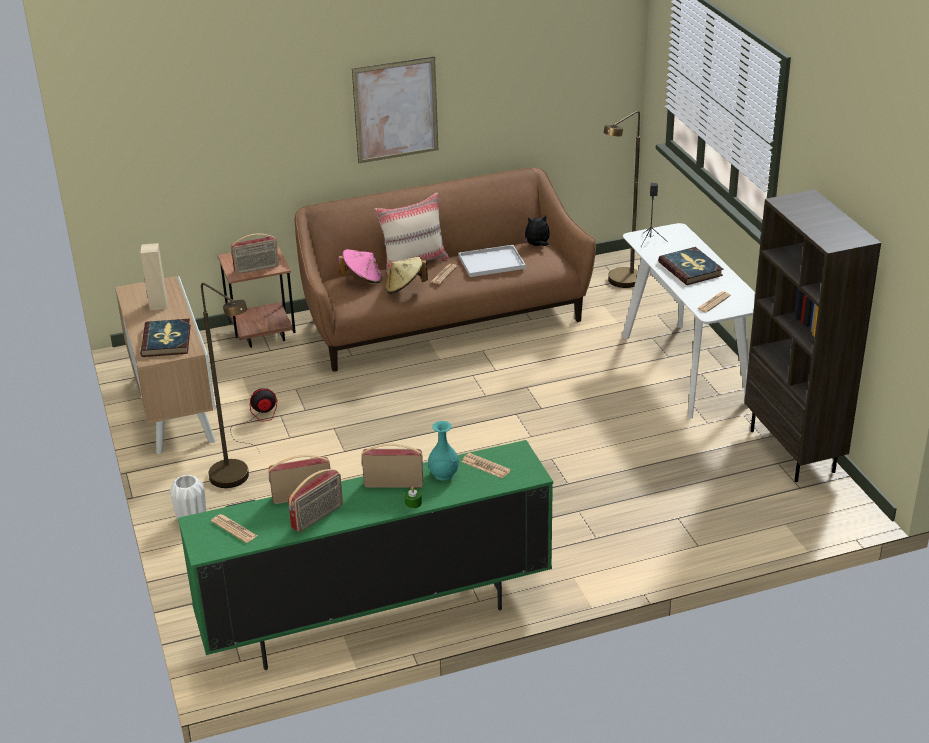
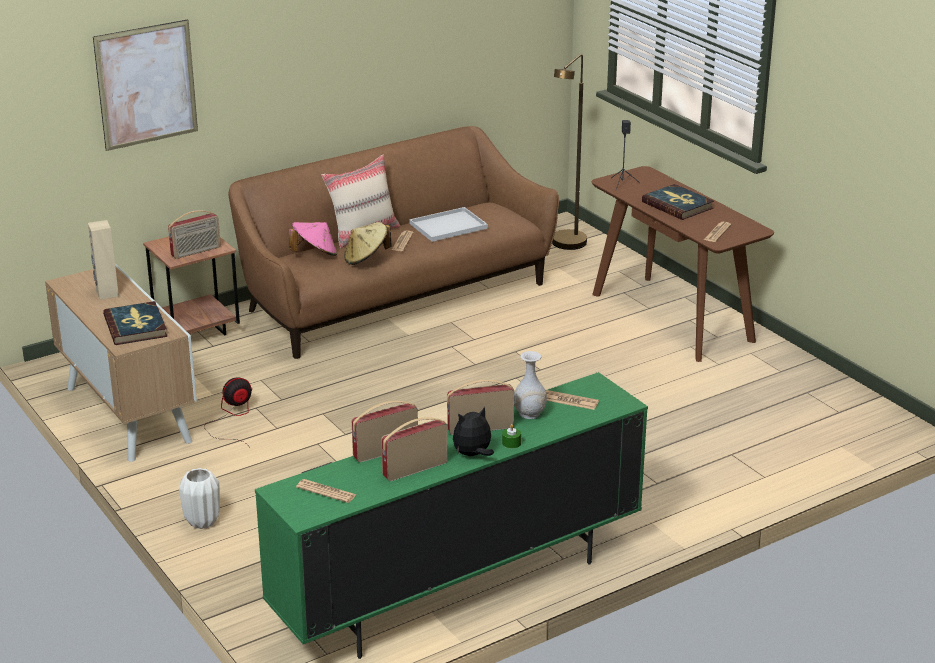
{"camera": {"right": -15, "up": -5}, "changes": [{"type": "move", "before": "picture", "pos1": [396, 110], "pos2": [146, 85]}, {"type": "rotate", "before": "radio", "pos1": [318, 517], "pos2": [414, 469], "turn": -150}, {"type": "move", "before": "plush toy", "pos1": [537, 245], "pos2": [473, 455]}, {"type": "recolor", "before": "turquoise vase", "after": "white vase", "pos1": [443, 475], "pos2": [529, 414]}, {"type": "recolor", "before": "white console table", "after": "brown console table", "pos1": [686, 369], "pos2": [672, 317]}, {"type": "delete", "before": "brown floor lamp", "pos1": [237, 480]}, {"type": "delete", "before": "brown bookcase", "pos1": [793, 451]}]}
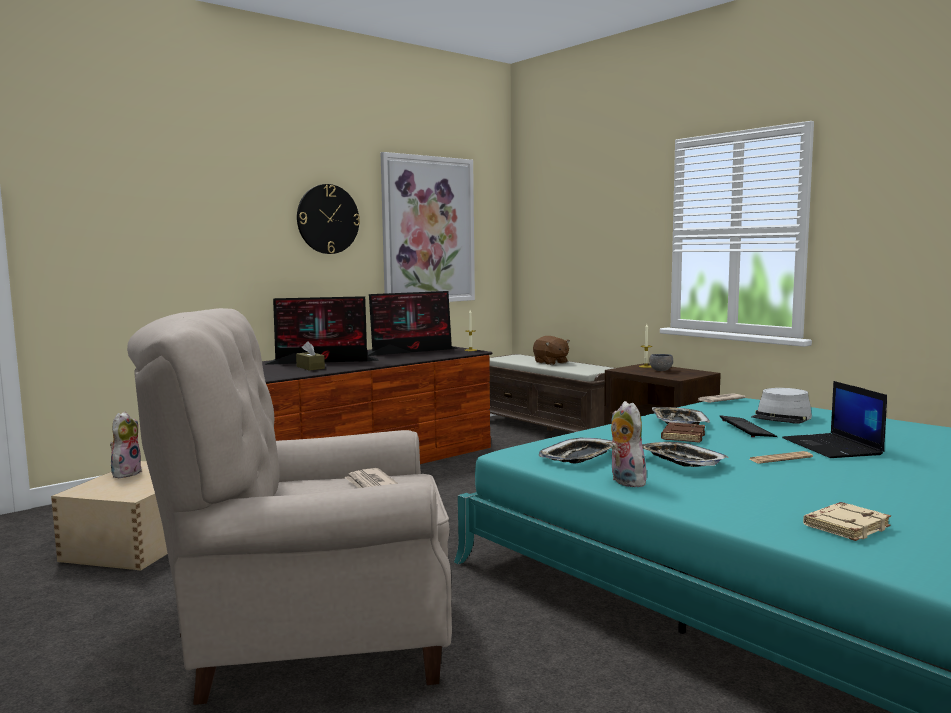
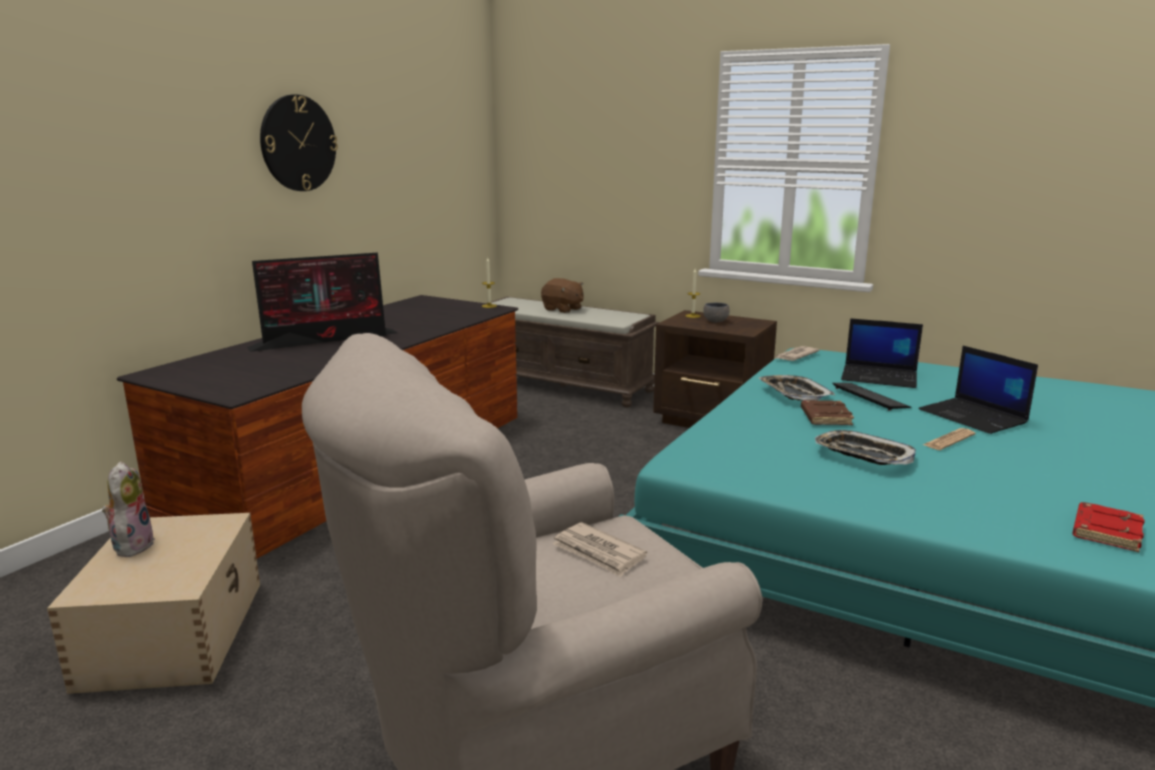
{"camera": {"right": -20, "up": 10}, "changes": [{"type": "replace", "before": "grey hat", "after": "laptop", "pos1": [781, 417], "pos2": [880, 377]}, {"type": "recolor", "before": "beige book", "after": "red book", "pos1": [845, 526], "pos2": [1105, 531]}, {"type": "delete", "before": "brown tissue box", "pos1": [310, 367]}, {"type": "delete", "before": "monitor", "pos1": [412, 351]}, {"type": "delete", "before": "picture", "pos1": [428, 230]}, {"type": "delete", "before": "tray", "pos1": [579, 457]}, {"type": "delete", "before": "plush toy", "pos1": [624, 481]}]}
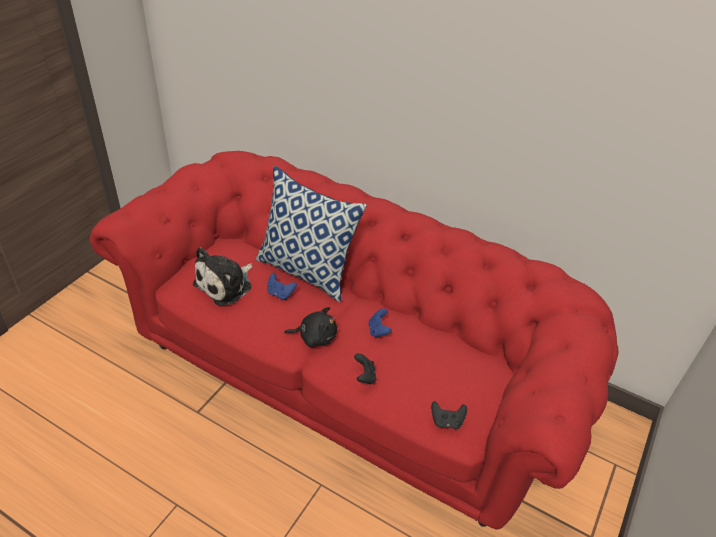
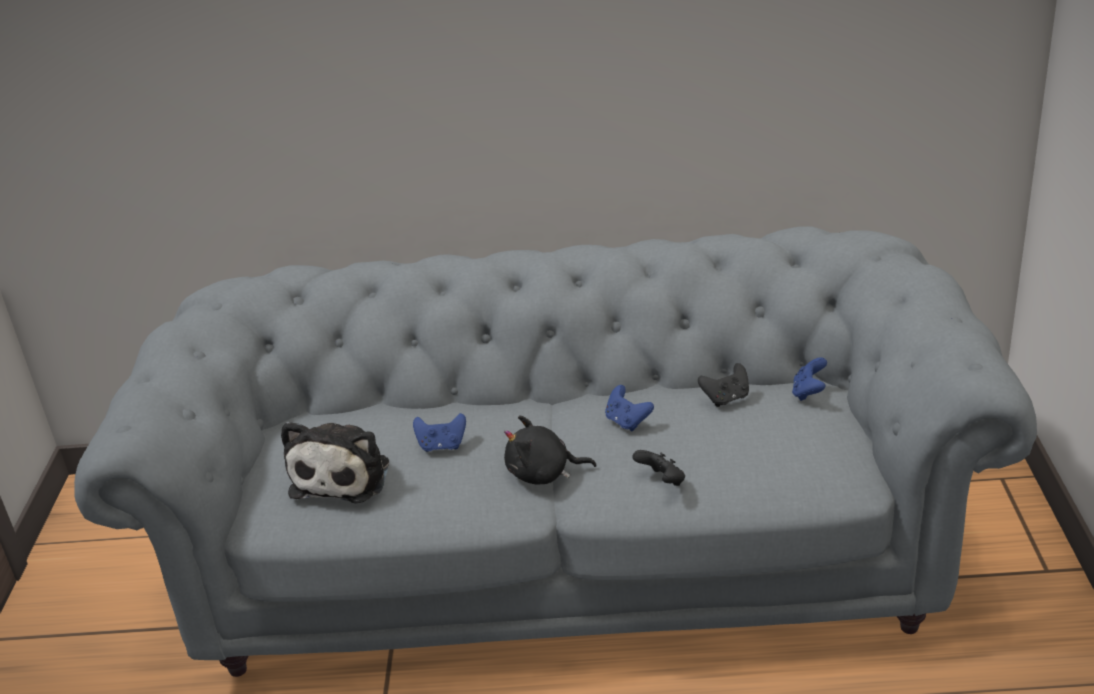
{"camera": {"right": -25, "up": -10}, "changes": [{"type": "recolor", "before": "red sofa", "after": "grey sofa", "pos1": [349, 372], "pos2": [567, 554]}, {"type": "rotate", "before": "black plush toy", "pos1": [315, 337], "pos2": [543, 474], "turn": -150}, {"type": "move", "before": "black game controller", "pos1": [447, 421], "pos2": [726, 398]}, {"type": "insert", "after": "blue game controller", "pos2": [809, 392]}, {"type": "delete", "before": "pillow", "pos1": [307, 271]}]}
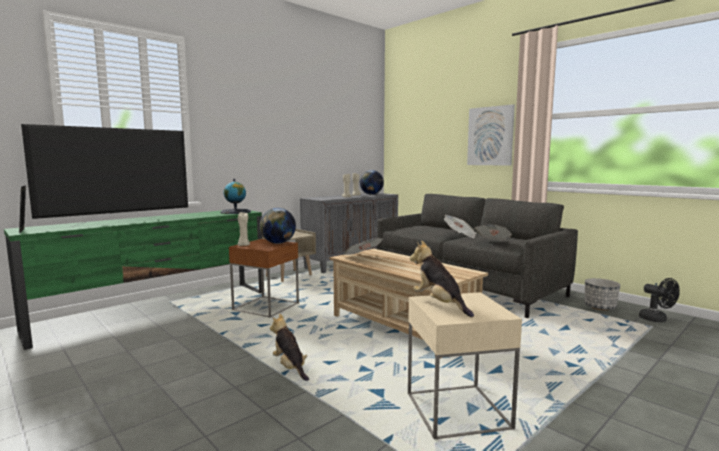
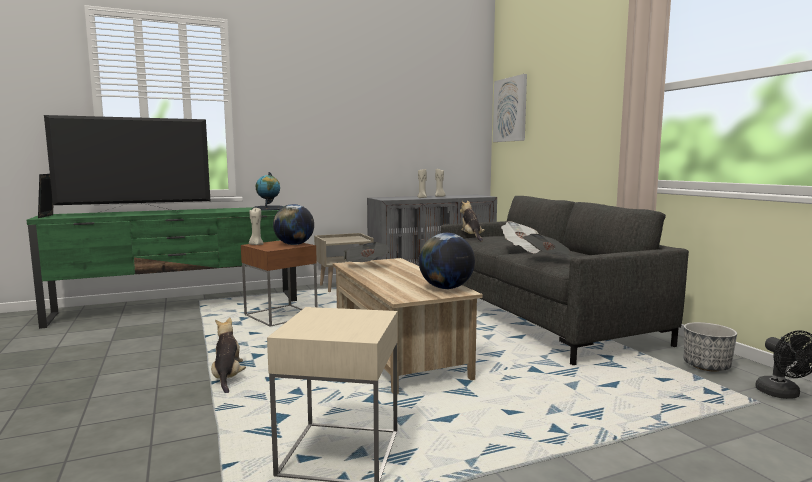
{"camera": {"right": 20, "up": 0}, "changes": [{"type": "move", "before": "globe", "pos1": [371, 194], "pos2": [446, 288]}, {"type": "move", "before": "plush toy", "pos1": [439, 304], "pos2": [471, 237]}, {"type": "move", "before": "picture", "pos1": [490, 136], "pos2": [510, 109]}]}
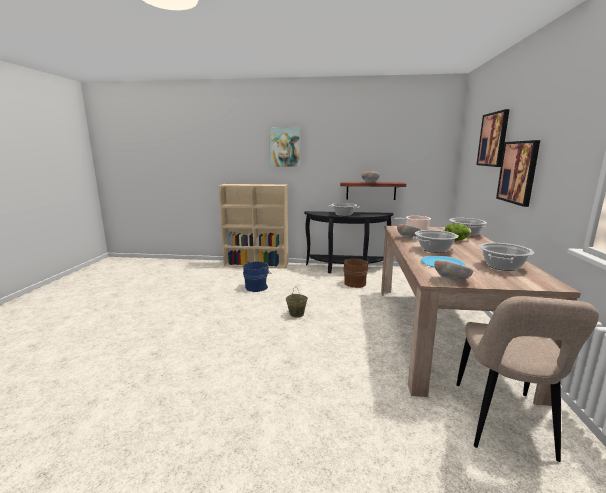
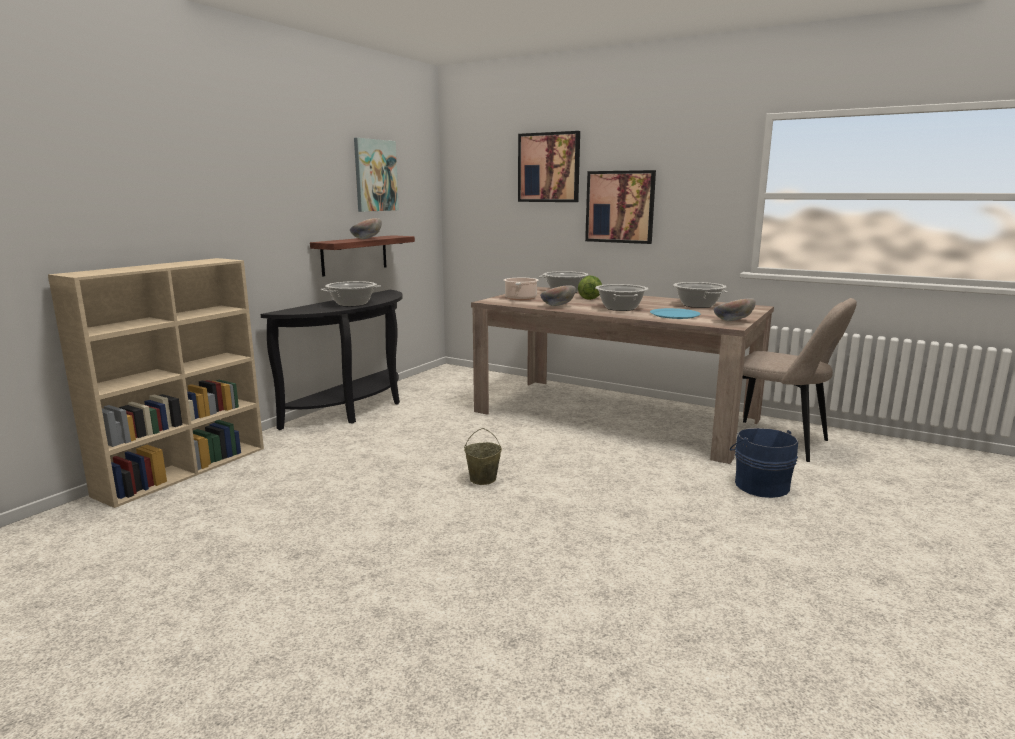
{"camera": {"right": -65, "up": 0}, "changes": [{"type": "move", "before": "picture", "pos1": [284, 147], "pos2": [375, 175]}, {"type": "move", "before": "blue bucket", "pos1": [257, 287], "pos2": [760, 485]}, {"type": "delete", "before": "brown bucket", "pos1": [355, 283]}]}
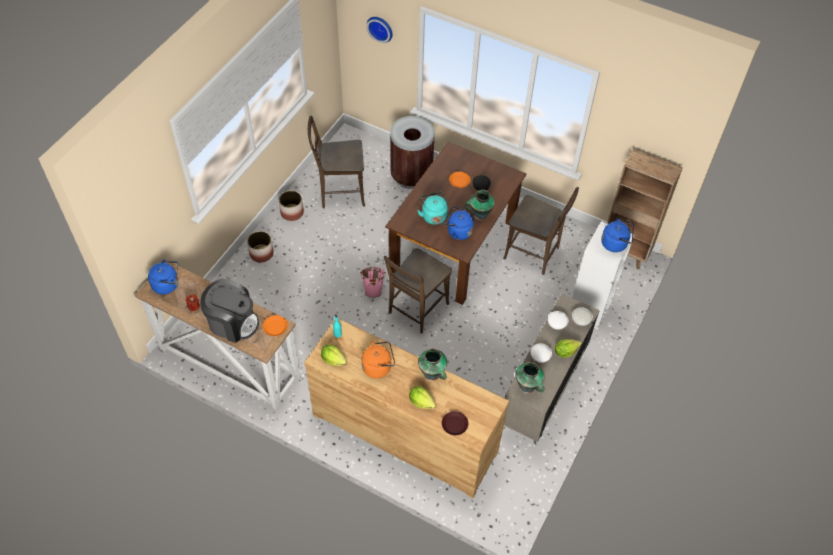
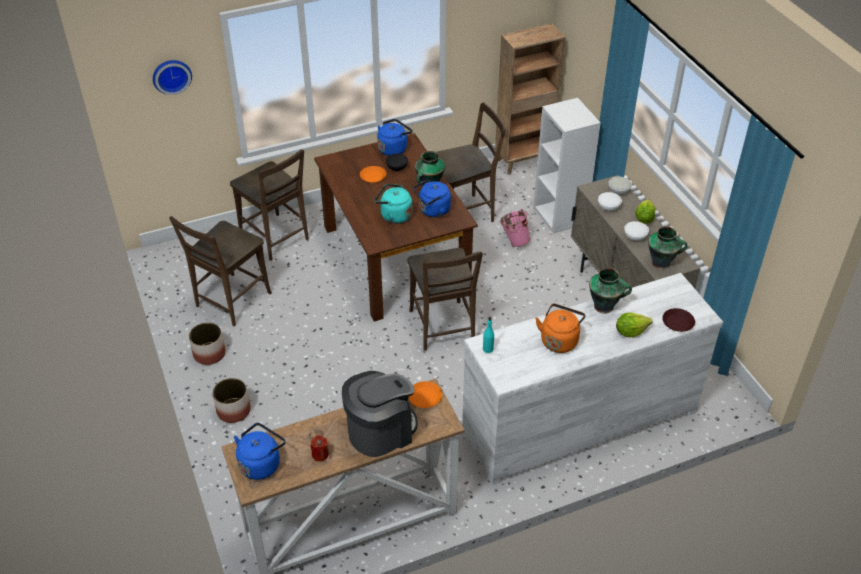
{"camera": {"right": -50, "up": -10}, "changes": [{"type": "replace", "before": "brown trash can", "after": "brown chair", "pos1": [411, 176], "pos2": [276, 239]}, {"type": "move", "before": "blue kettle", "pos1": [615, 243], "pos2": [393, 148]}, {"type": "recolor", "before": "brown dresser", "after": "white dresser", "pos1": [404, 432], "pos2": [578, 420]}, {"type": "move", "before": "pink bucket", "pos1": [373, 289], "pos2": [514, 241]}, {"type": "delete", "before": "lettuce", "pos1": [333, 359]}]}
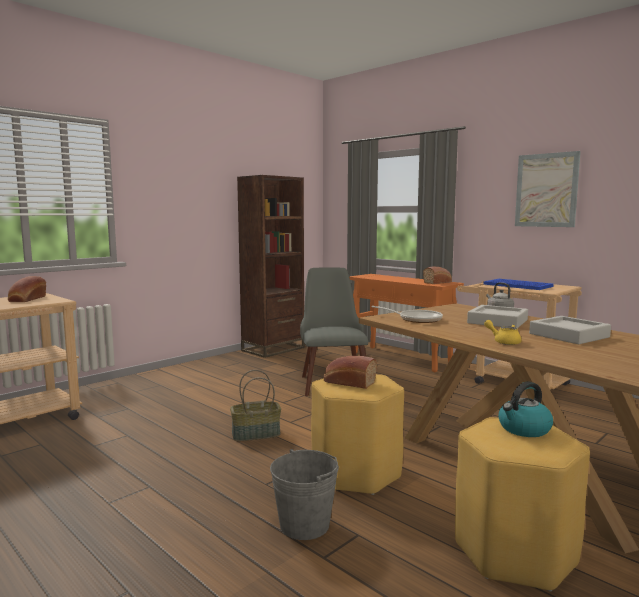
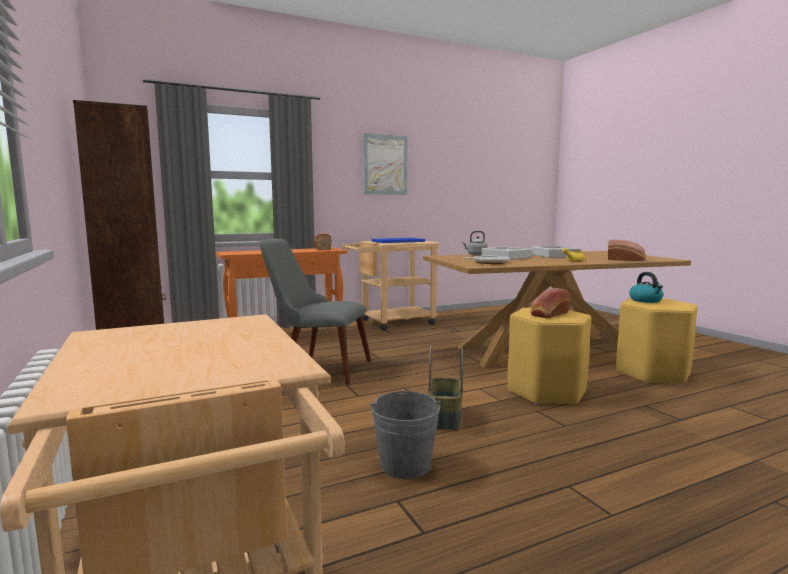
{"camera": {"right": -70, "up": 0}, "changes": [{"type": "move", "before": "grey bucket", "pos1": [304, 525], "pos2": [405, 465]}, {"type": "move", "before": "bread", "pos1": [26, 299], "pos2": [626, 260]}]}
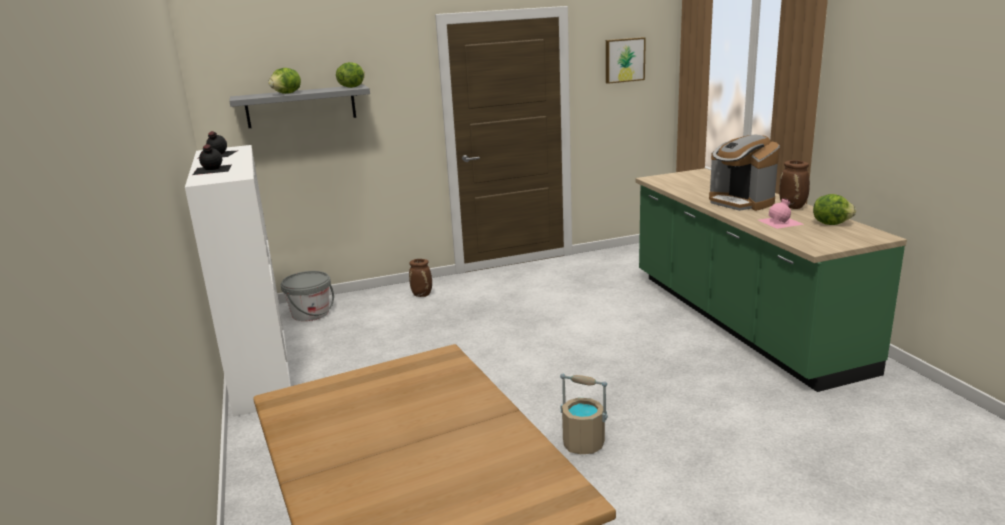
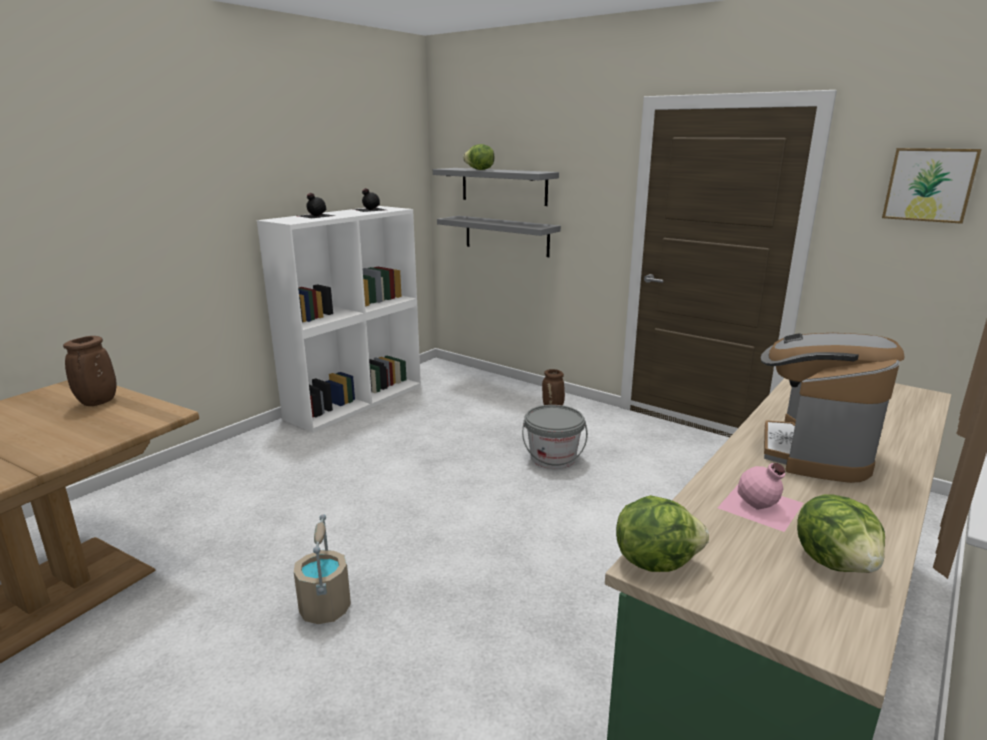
{"camera": {"right": 55, "up": 0}, "changes": [{"type": "move", "before": "brown vase", "pos1": [793, 207], "pos2": [97, 402]}, {"type": "insert", "after": "grey shelf", "pos2": [506, 236]}, {"type": "move", "before": "grey bucket", "pos1": [310, 313], "pos2": [553, 458]}, {"type": "move", "before": "lettuce", "pos1": [351, 87], "pos2": [655, 561]}]}
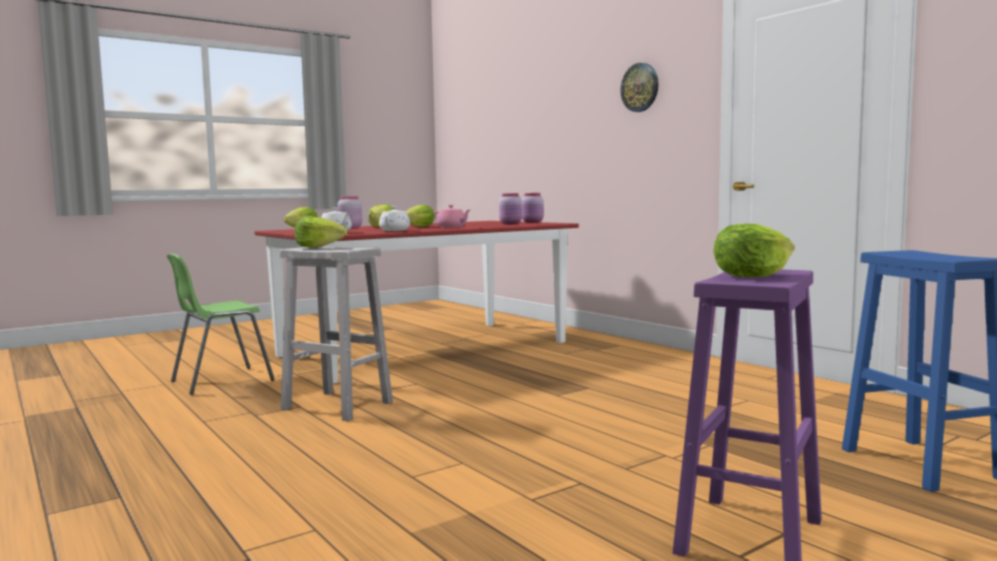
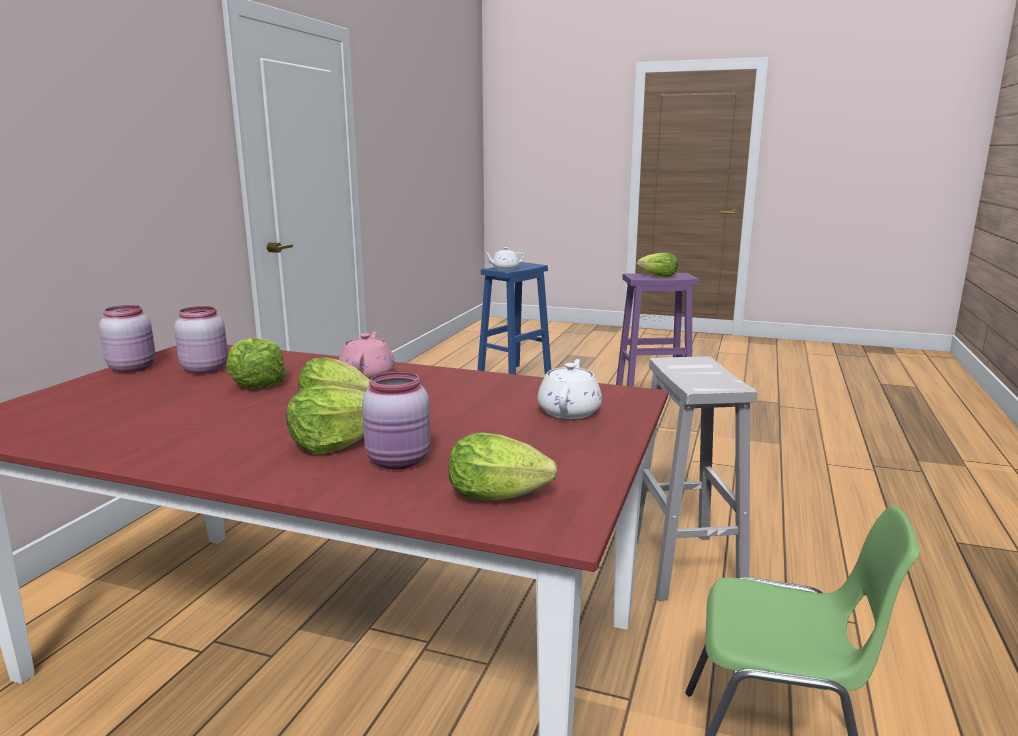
{"camera": {"right": -125, "up": 10}, "changes": [{"type": "move", "before": "lettuce", "pos1": [319, 247], "pos2": [256, 383]}, {"type": "move", "before": "white teapot", "pos1": [395, 230], "pos2": [504, 268]}, {"type": "delete", "before": "wall clock", "pos1": [640, 87]}]}
